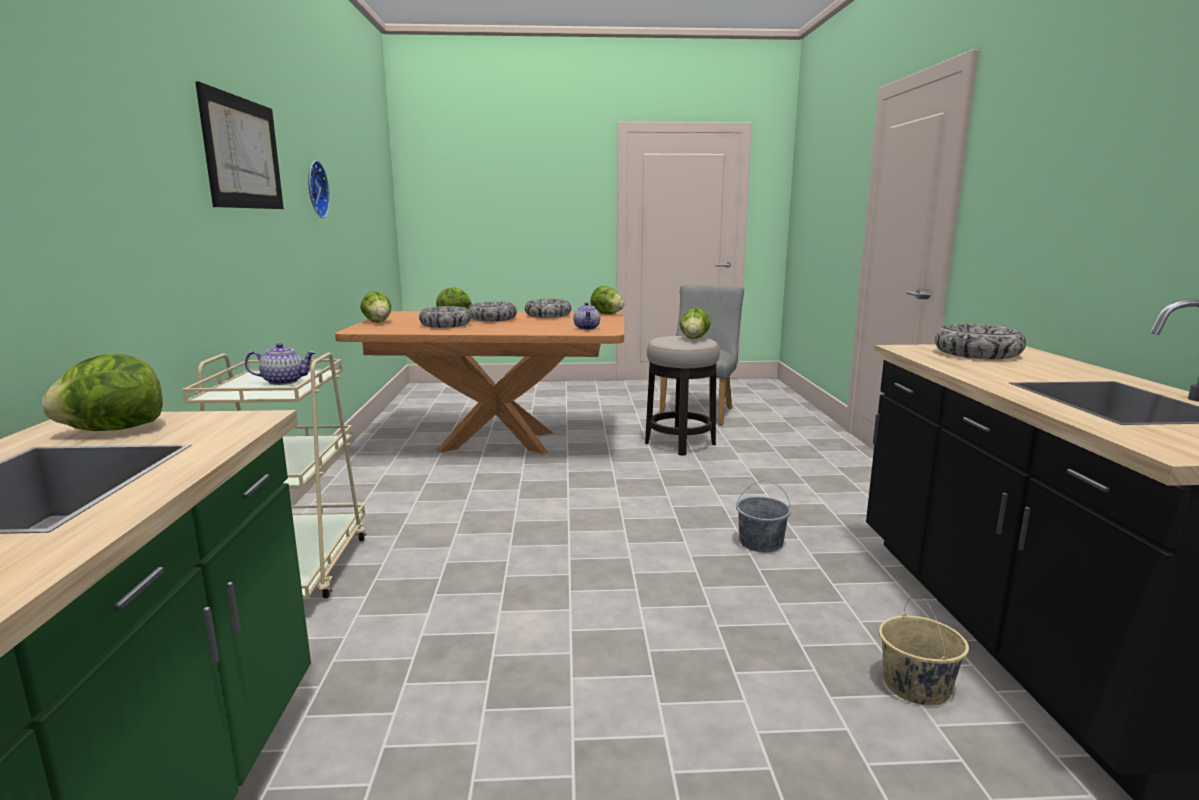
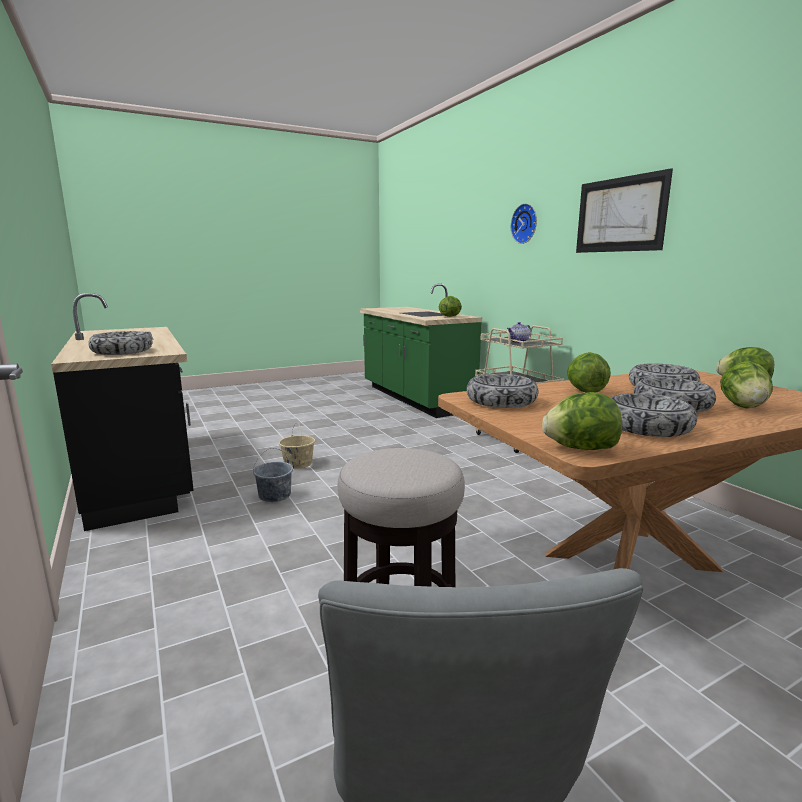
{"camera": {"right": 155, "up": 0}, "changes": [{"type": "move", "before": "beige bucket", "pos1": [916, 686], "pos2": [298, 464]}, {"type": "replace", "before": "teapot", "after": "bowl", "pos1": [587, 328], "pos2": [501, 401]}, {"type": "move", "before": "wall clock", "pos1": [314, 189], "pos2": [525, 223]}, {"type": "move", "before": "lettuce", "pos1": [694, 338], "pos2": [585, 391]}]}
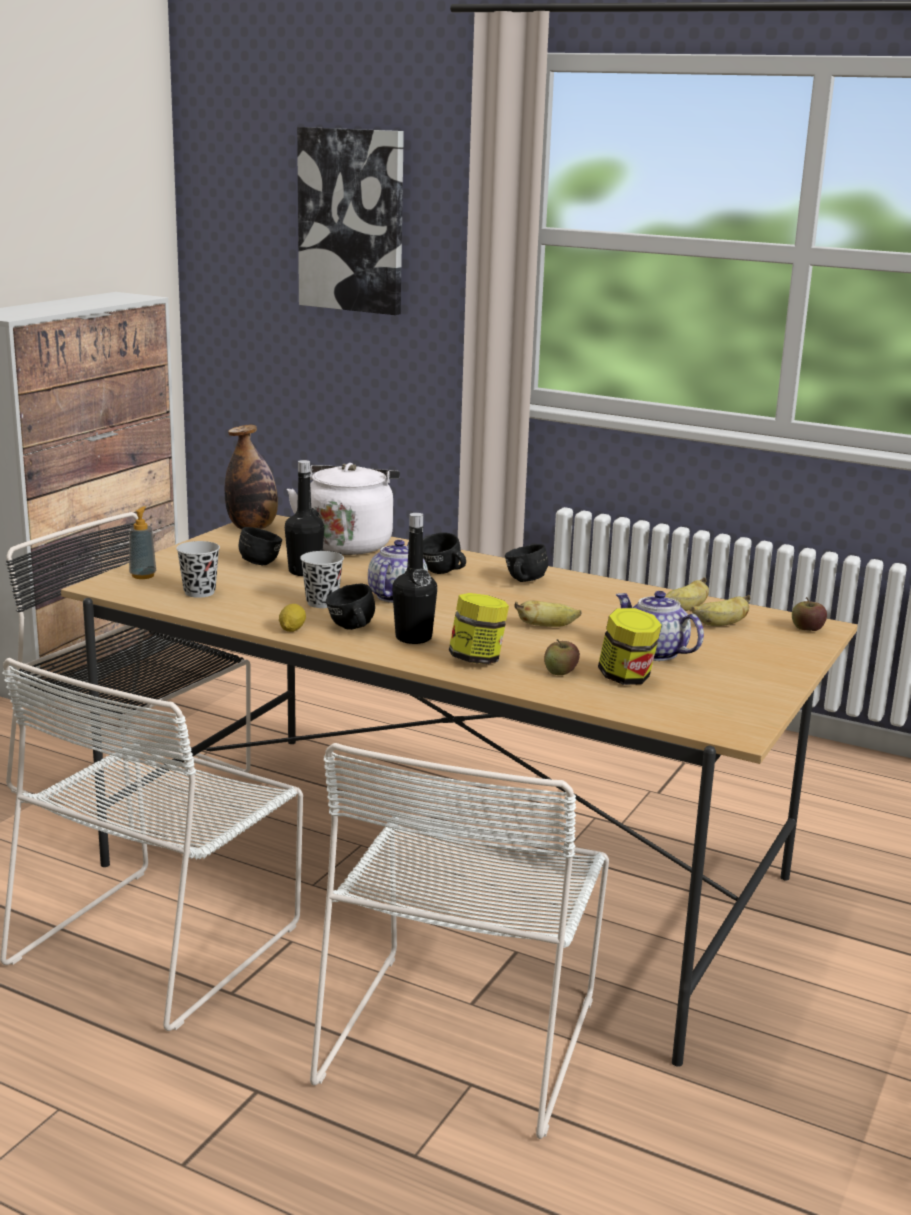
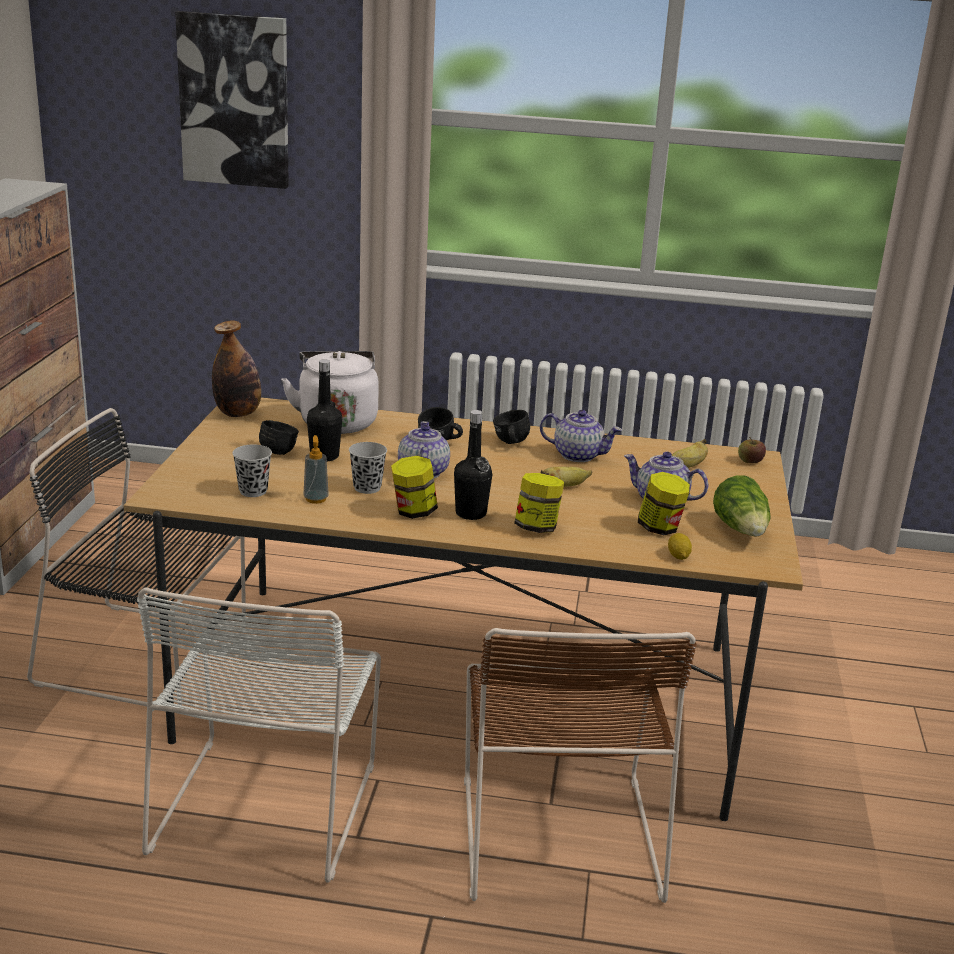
{"camera": {"right": -20, "up": 5}, "changes": [{"type": "move", "before": "soap dispenser", "pos1": [143, 575], "pos2": [316, 499]}, {"type": "replace", "before": "black mug", "after": "jar", "pos1": [351, 629], "pos2": [413, 512]}, {"type": "recolor", "before": "white chair", "after": "brown chair", "pos1": [462, 1032], "pos2": [558, 829]}, {"type": "insert", "after": "teapot", "pos2": [578, 455]}, {"type": "move", "before": "lemon", "pos1": [292, 629], "pos2": [678, 556]}, {"type": "insert", "after": "lettuce", "pos2": [741, 530]}, {"type": "delete", "before": "apple", "pos1": [560, 672]}, {"type": "delete", "before": "banana", "pos1": [685, 609]}]}
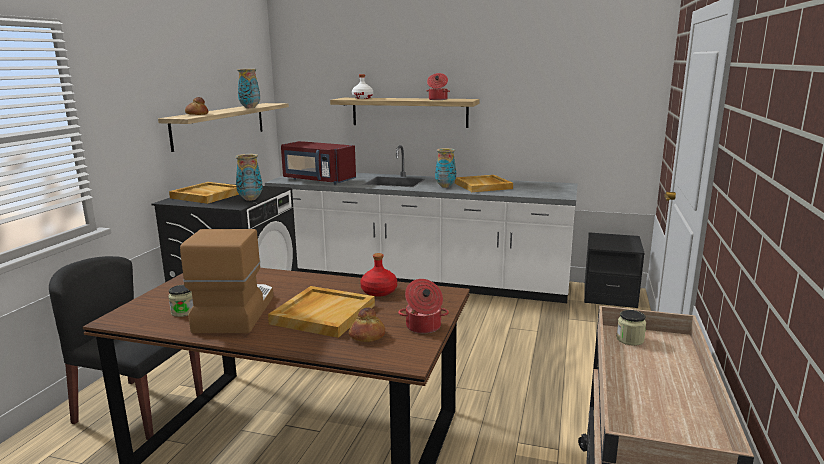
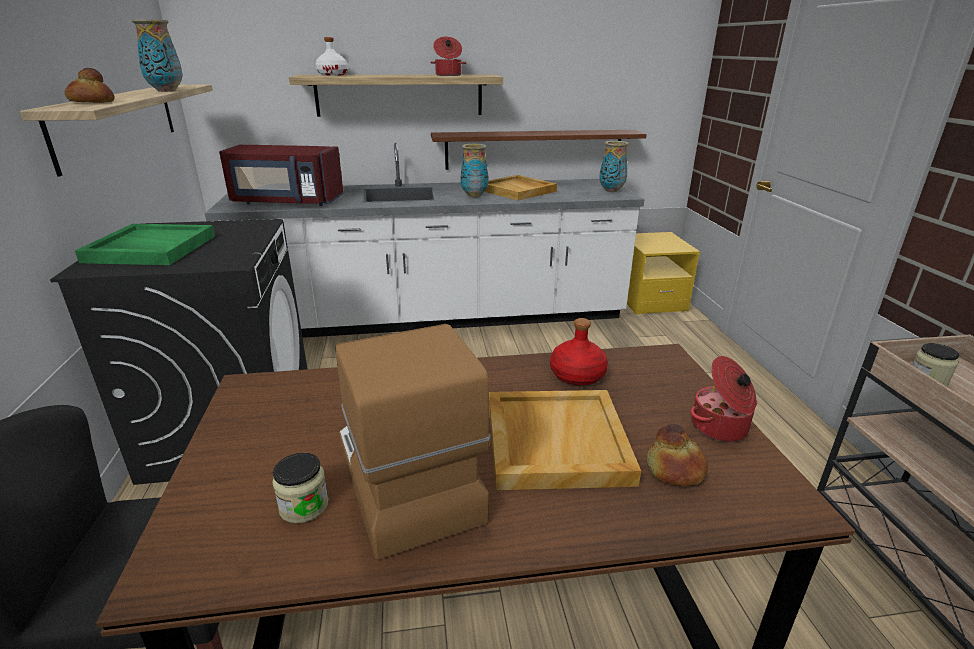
{"camera": {"right": -25, "up": 10}, "changes": [{"type": "recolor", "before": "beige tray", "after": "green tray", "pos1": [207, 195], "pos2": [150, 249]}, {"type": "insert", "after": "brown shelf", "pos2": [534, 149]}, {"type": "move", "before": "vase", "pos1": [250, 199], "pos2": [611, 191]}, {"type": "recolor", "before": "black nightstand", "after": "yellow nightstand", "pos1": [609, 295], "pos2": [649, 301]}]}
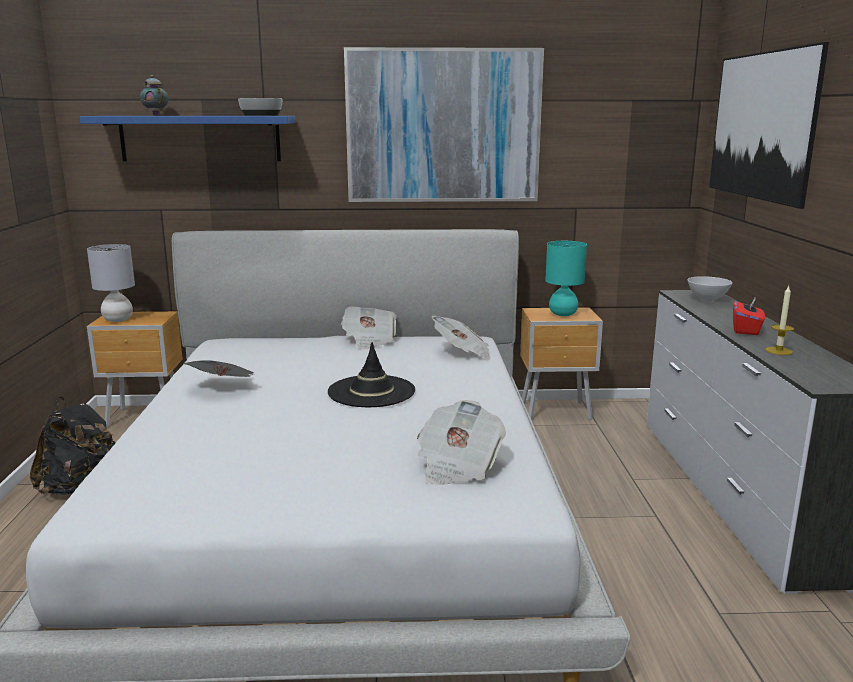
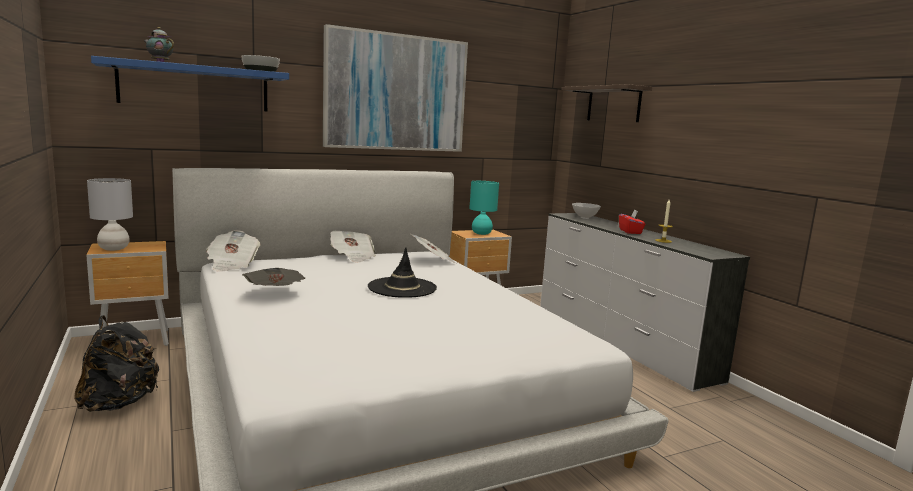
{"camera": {"right": -25, "up": -5}, "changes": [{"type": "move", "before": "newspaper", "pos1": [457, 466], "pos2": [232, 265]}, {"type": "replace", "before": "picture", "after": "shelf", "pos1": [761, 126], "pos2": [613, 104]}]}
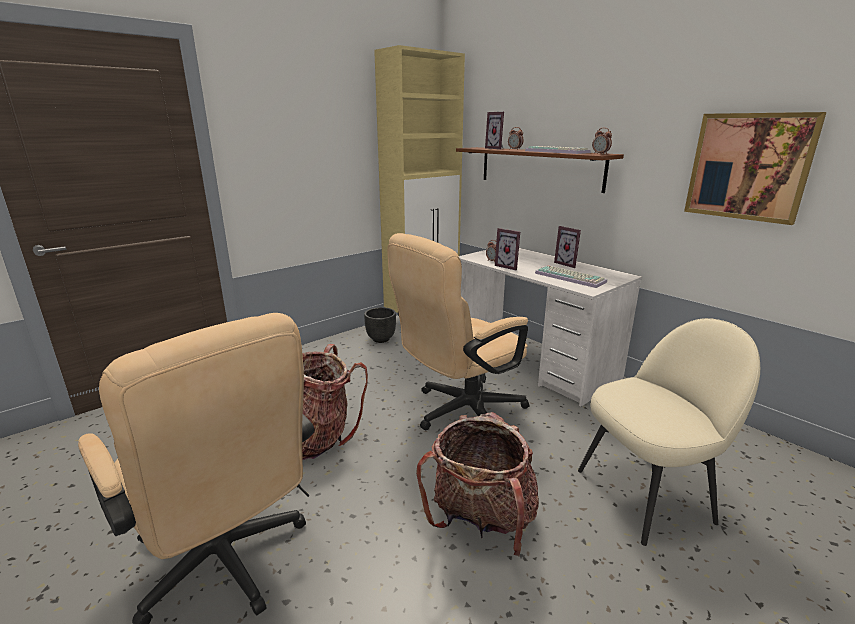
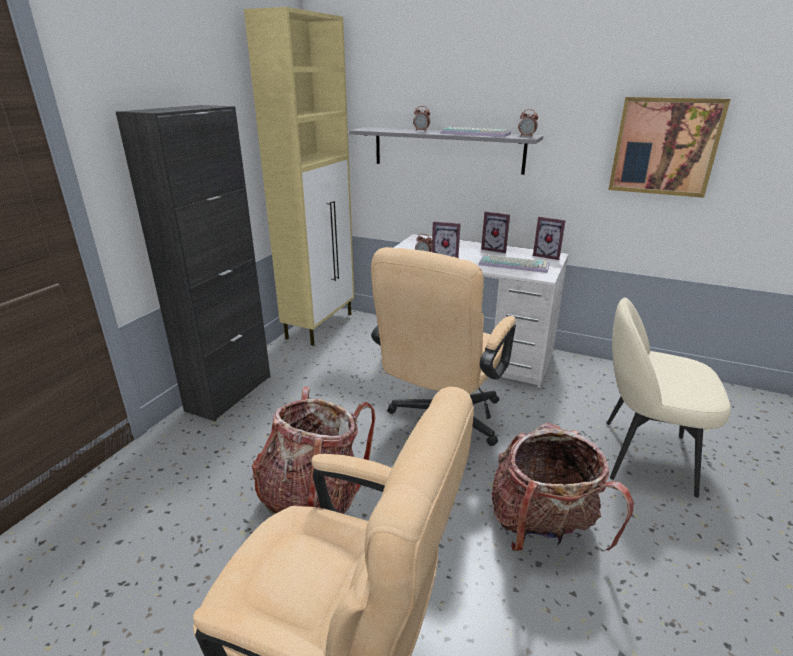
{"camera": {"right": -25, "up": 5}, "changes": [{"type": "insert", "after": "black cabinet", "pos2": [229, 393]}, {"type": "recolor", "before": "brown shelf", "after": "grey shelf", "pos1": [539, 168], "pos2": [447, 150]}, {"type": "move", "before": "picture frame", "pos1": [497, 148], "pos2": [547, 255]}, {"type": "rotate", "before": "beige chair", "pos1": [646, 494], "pos2": [644, 455], "turn": -120}, {"type": "delete", "before": "black planter", "pos1": [381, 339]}]}
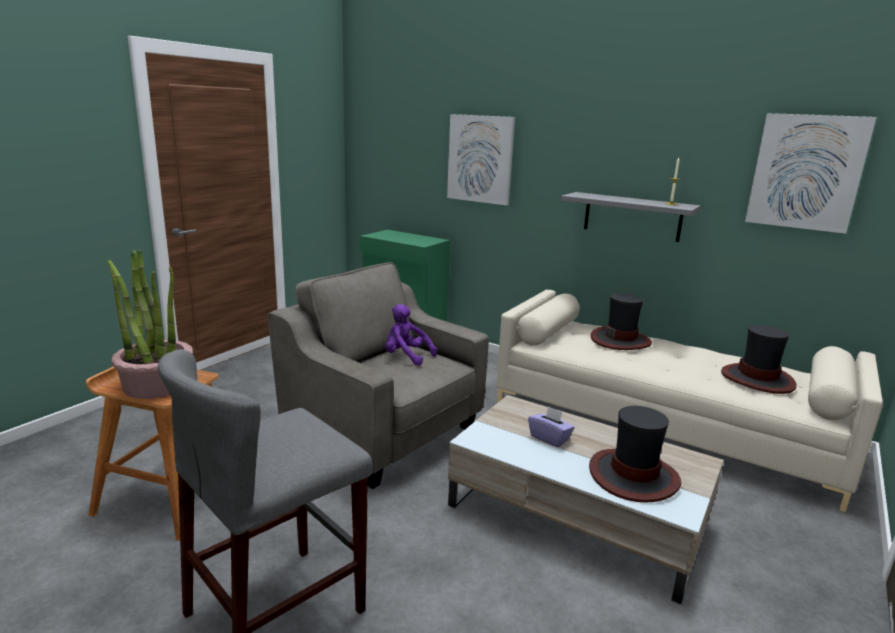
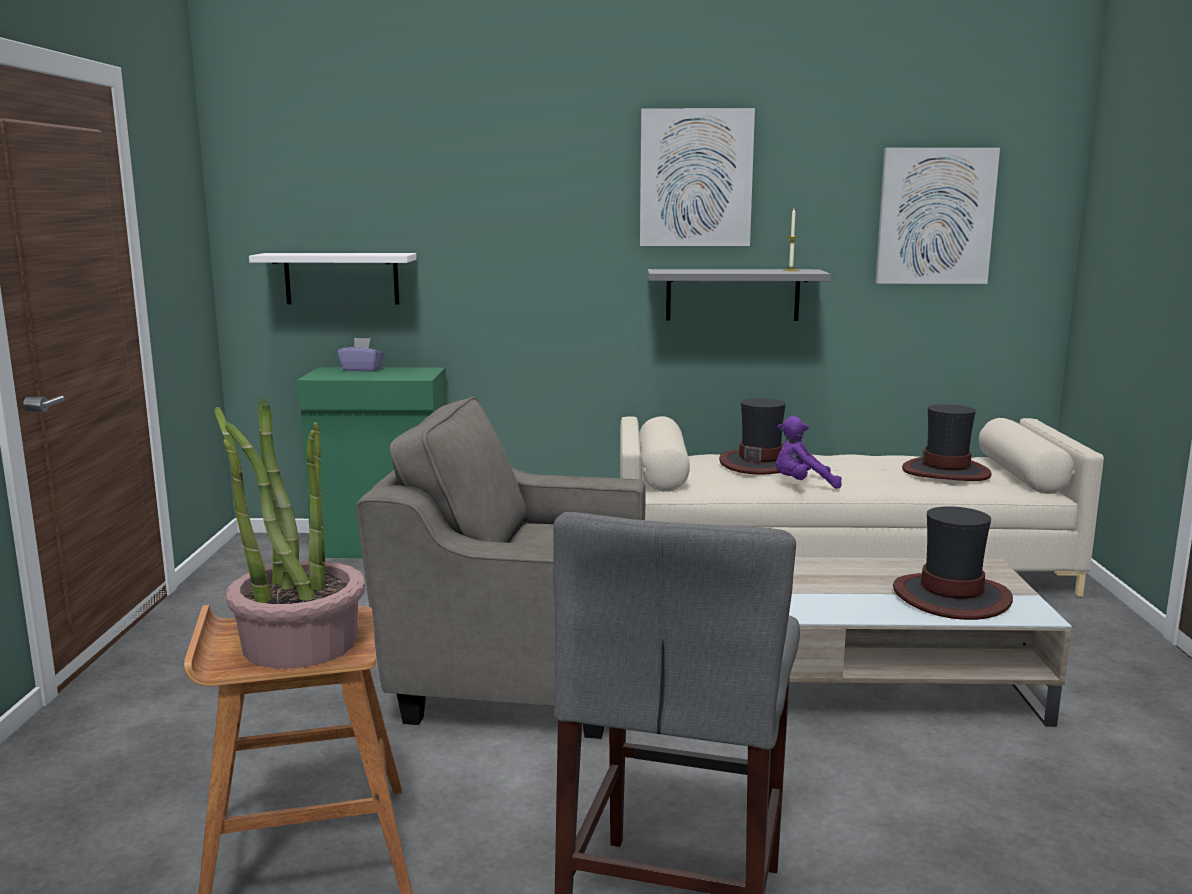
{"camera": {"right": -30, "up": -5}, "changes": [{"type": "insert", "after": "white shelf", "pos2": [341, 278]}, {"type": "move", "before": "purple tissue box", "pos1": [549, 438], "pos2": [362, 369]}, {"type": "move", "before": "picture", "pos1": [480, 159], "pos2": [695, 178]}, {"type": "move", "before": "purple plush toy", "pos1": [406, 357], "pos2": [802, 485]}]}
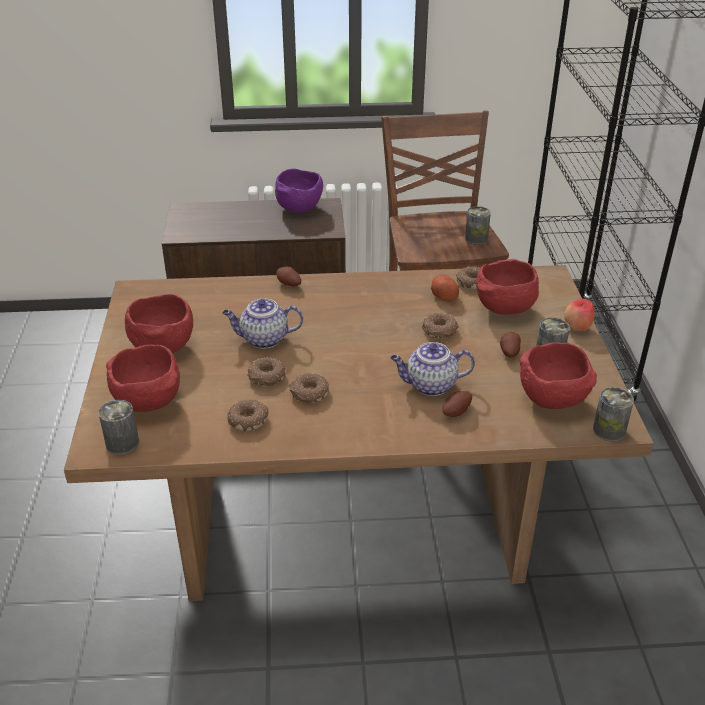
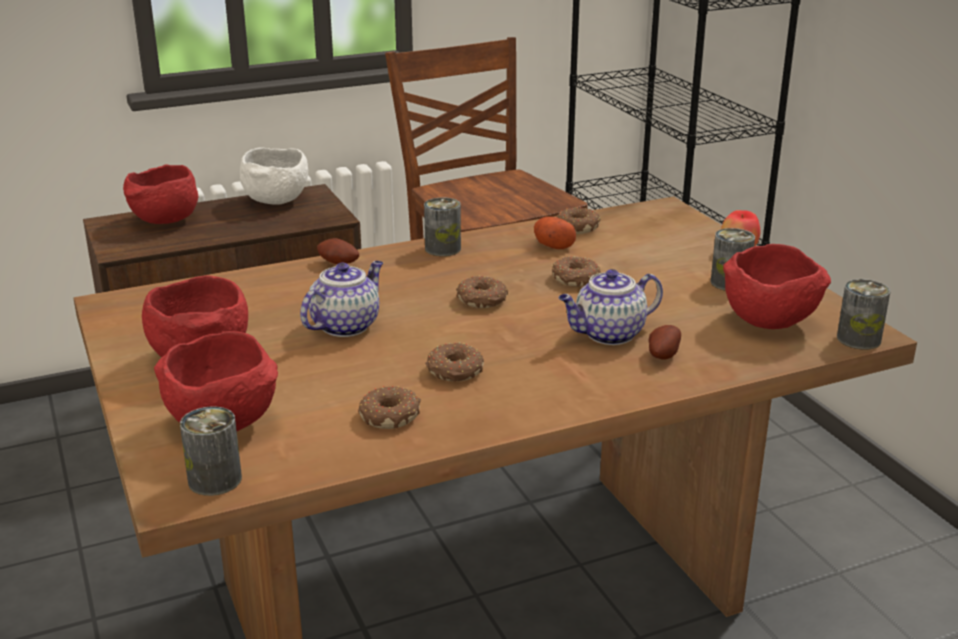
{"camera": {"right": -20, "up": -10}, "changes": [{"type": "move", "before": "red bowl", "pos1": [504, 309], "pos2": [165, 221]}, {"type": "recolor", "before": "purple bowl", "after": "white bowl", "pos1": [299, 208], "pos2": [276, 200]}, {"type": "rotate", "before": "teapot", "pos1": [263, 339], "pos2": [345, 325], "turn": 150}, {"type": "move", "before": "can", "pos1": [476, 238], "pos2": [443, 249]}, {"type": "move", "before": "donut", "pos1": [266, 377], "pos2": [482, 300]}, {"type": "delete", "before": "potato", "pos1": [508, 352]}]}
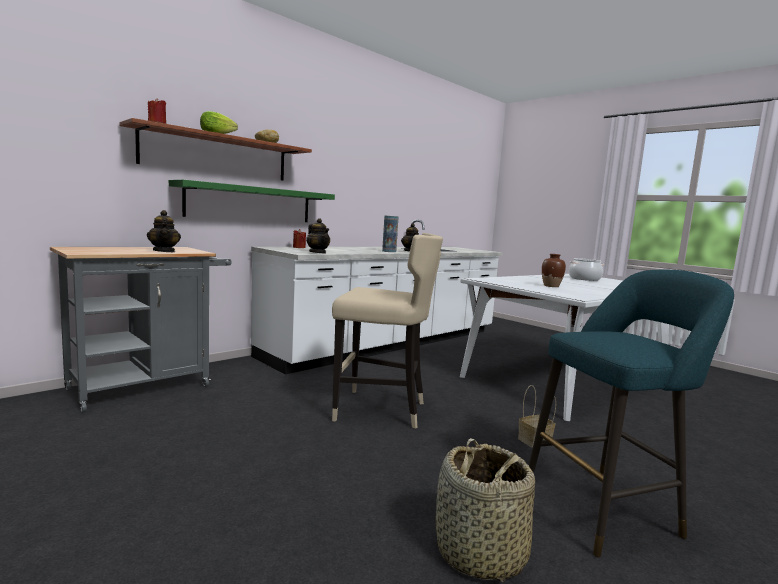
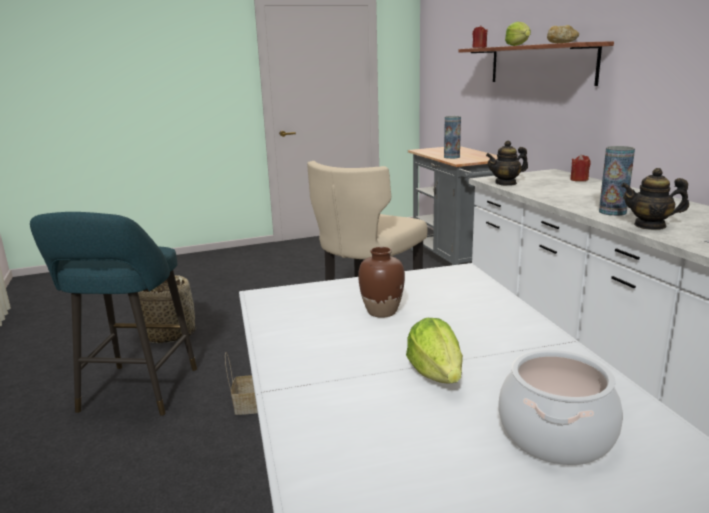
{"camera": {"right": 115, "up": 10}, "changes": [{"type": "insert", "after": "lettuce", "pos2": [436, 374]}, {"type": "replace", "before": "teapot", "after": "vase", "pos1": [164, 251], "pos2": [451, 157]}, {"type": "delete", "before": "green shelf", "pos1": [251, 203]}]}
